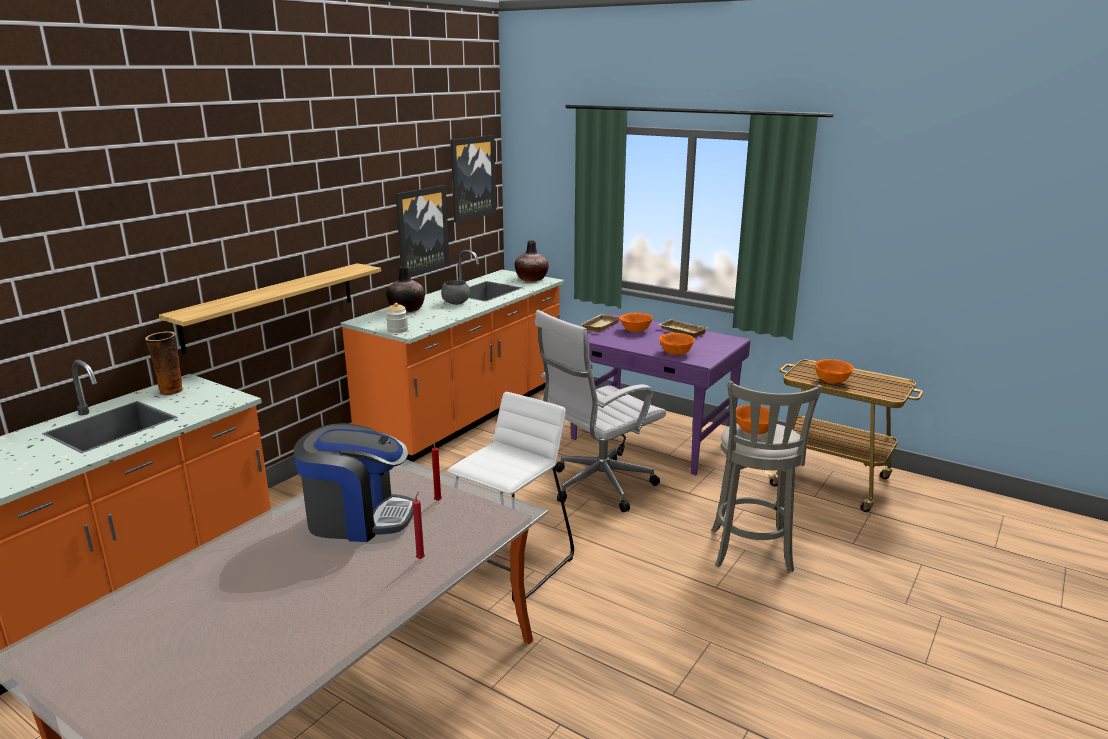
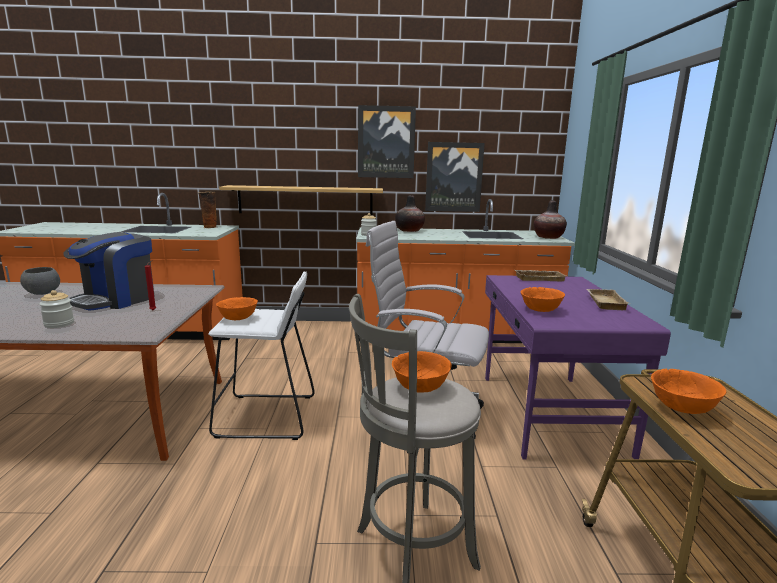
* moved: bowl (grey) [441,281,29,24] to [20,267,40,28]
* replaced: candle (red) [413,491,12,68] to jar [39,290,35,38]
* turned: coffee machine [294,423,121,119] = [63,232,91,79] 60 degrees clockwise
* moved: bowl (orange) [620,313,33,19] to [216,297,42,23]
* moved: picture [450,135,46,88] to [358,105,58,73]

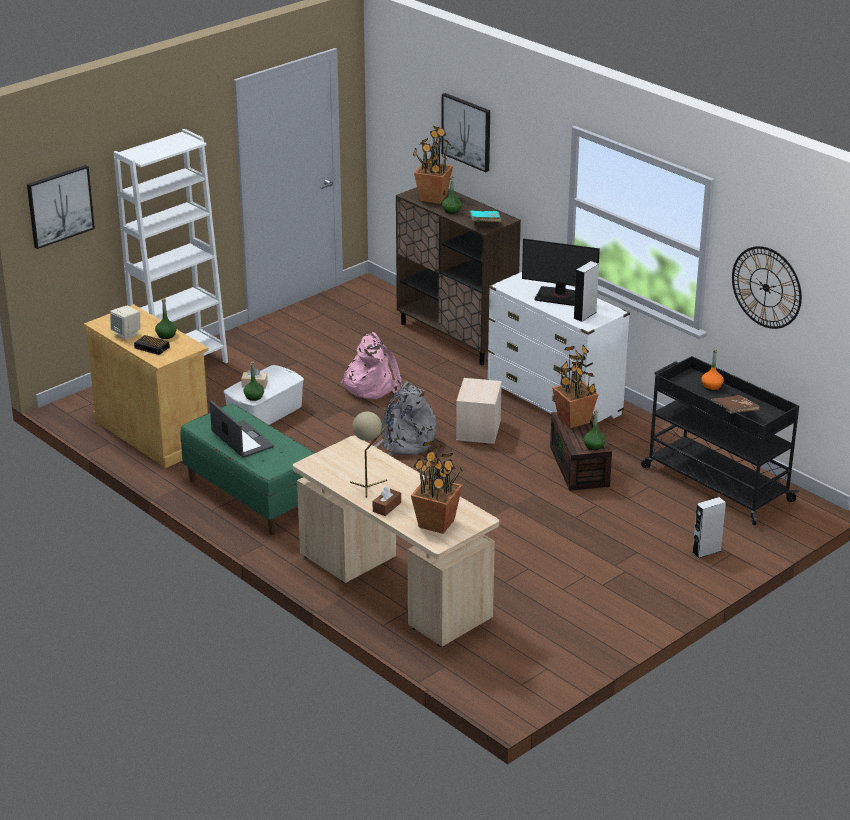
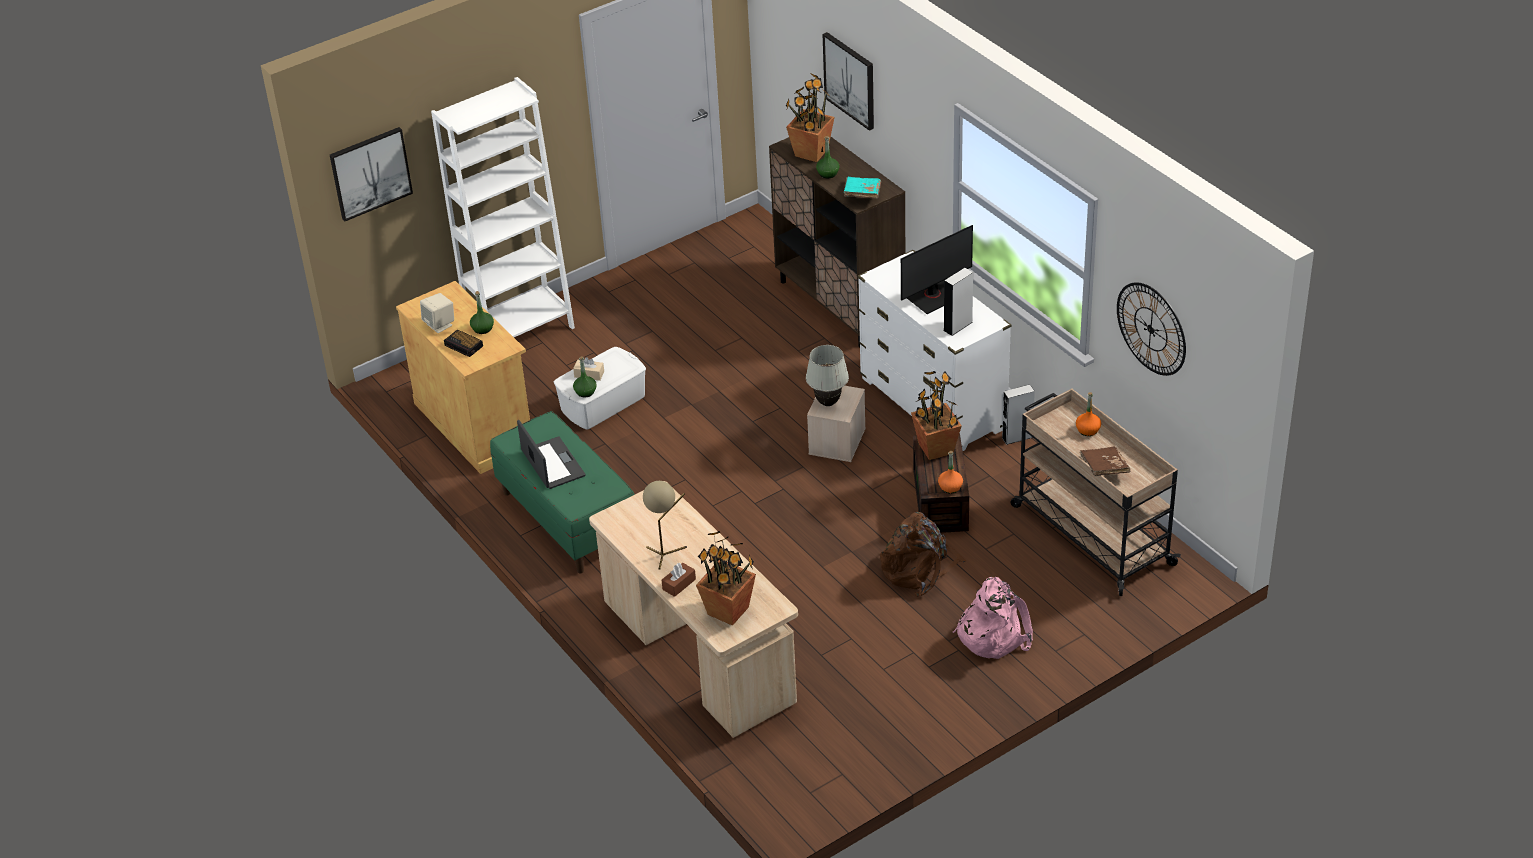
* added: table lamp (white) [806,345,43,61]
* added: backpack (brown) [880,512,87,85]
* turned: monitor [522,238,78,68] = [901,225,72,89] 60 degrees counterclockwise
* recoloured: bottle (green) [584,410,22,40] to bottle (orange) [938,451,25,43]
* moved: backpack (pink) [340,332,62,67] to [953,577,80,82]
* moved: speaker (grey) [692,497,34,61] to [1002,385,33,60]
* recoloured: cart (black) [641,356,158,169] to cart (beige) [1010,389,171,207]
* removed: backpack (grey) [374,381,63,74]

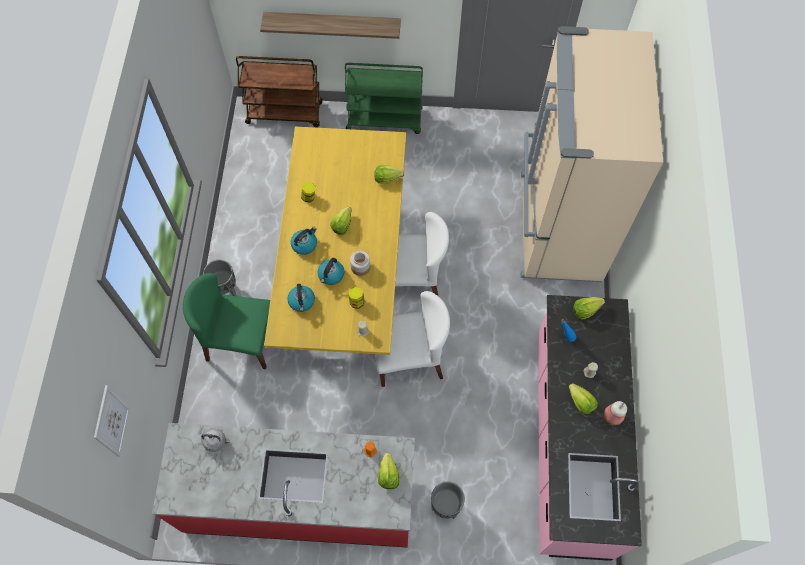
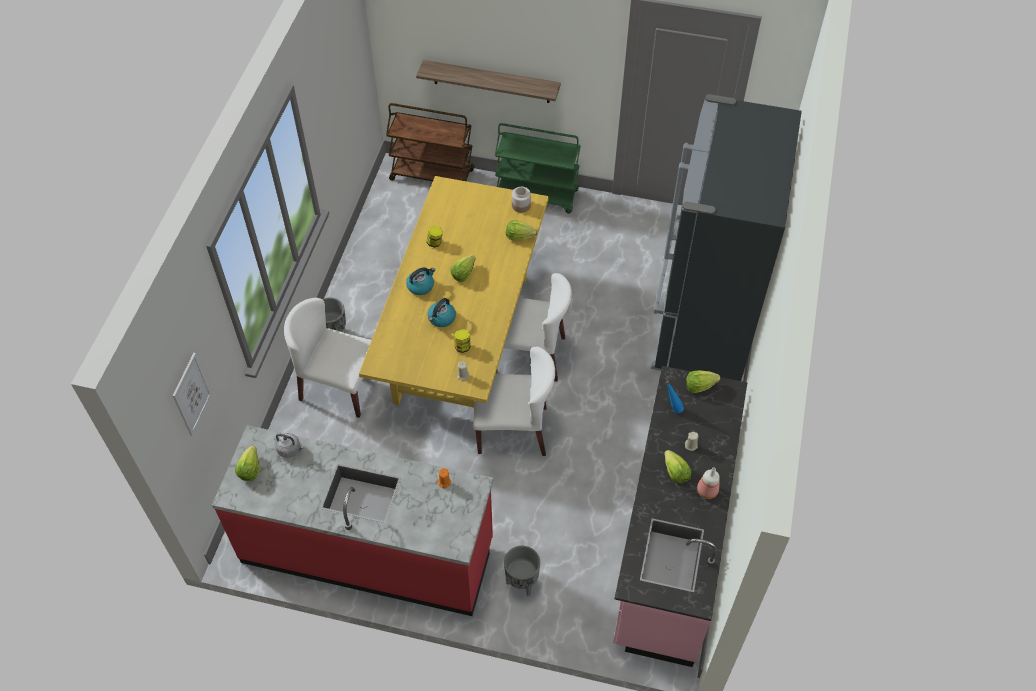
* moved: lettuce [378,453,22,36] to [235,446,24,35]
* recoloured: chair (green) [183,273,87,96] to chair (white) [284,298,88,120]
* moved: jar [350,251,20,25] to [512,187,19,26]
* recoloured: fridge (beige) [521,26,142,256] to fridge (black) [651,94,151,287]
* removed: kettle [288,284,27,28]

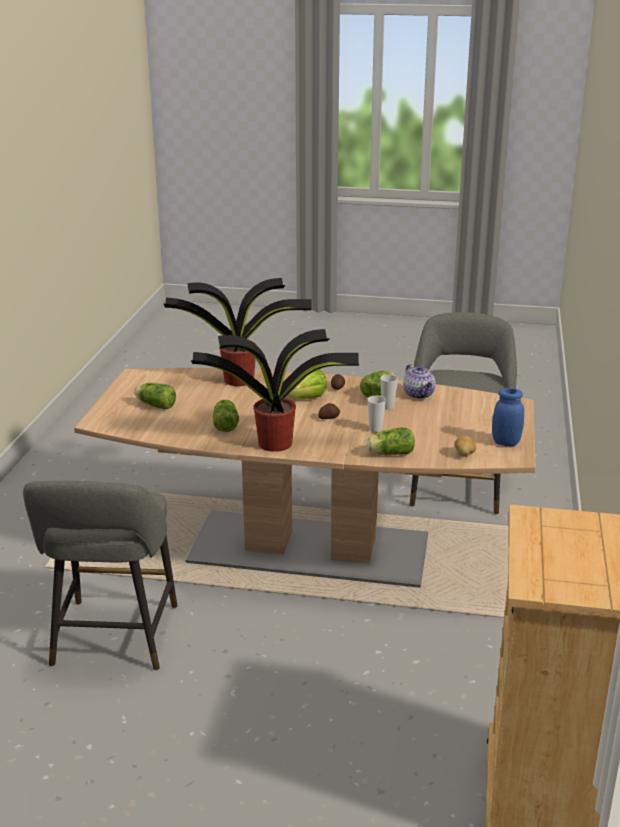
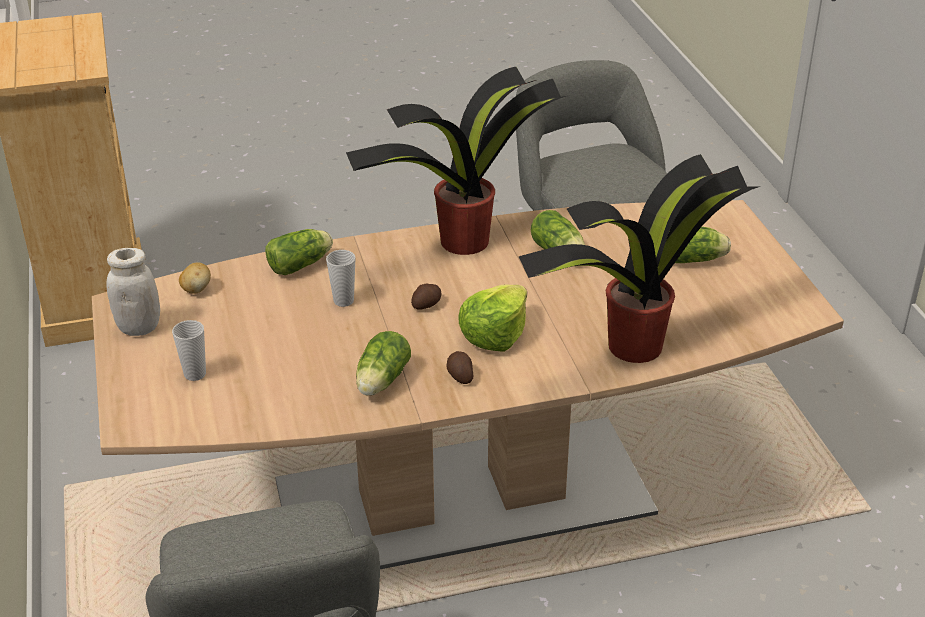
* recoloured: jar (blue) [492,388,32,58] to jar (white) [106,248,54,88]
* moved: cup [380,374,18,36] to [172,320,34,61]
* removed: teapot [403,364,32,35]

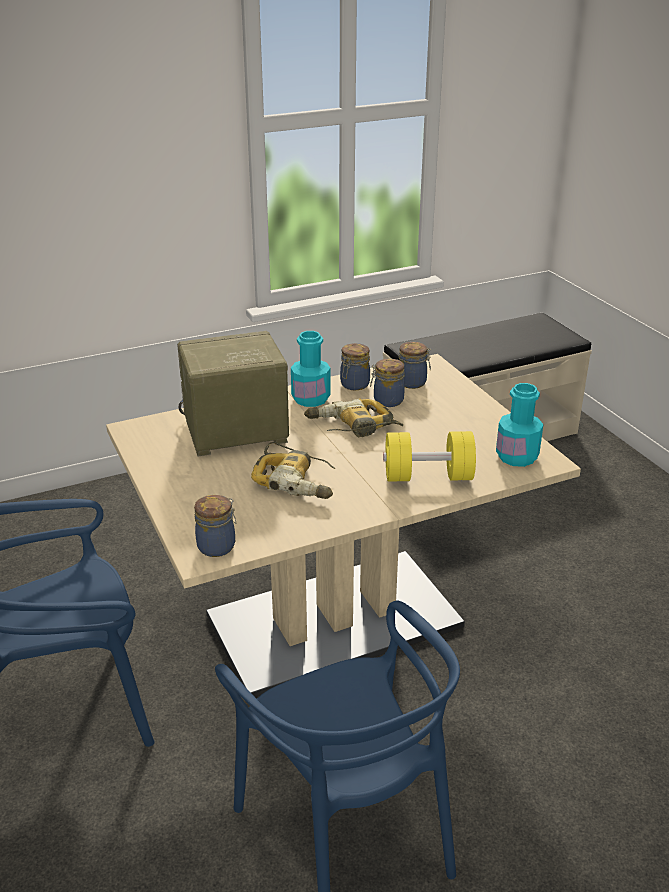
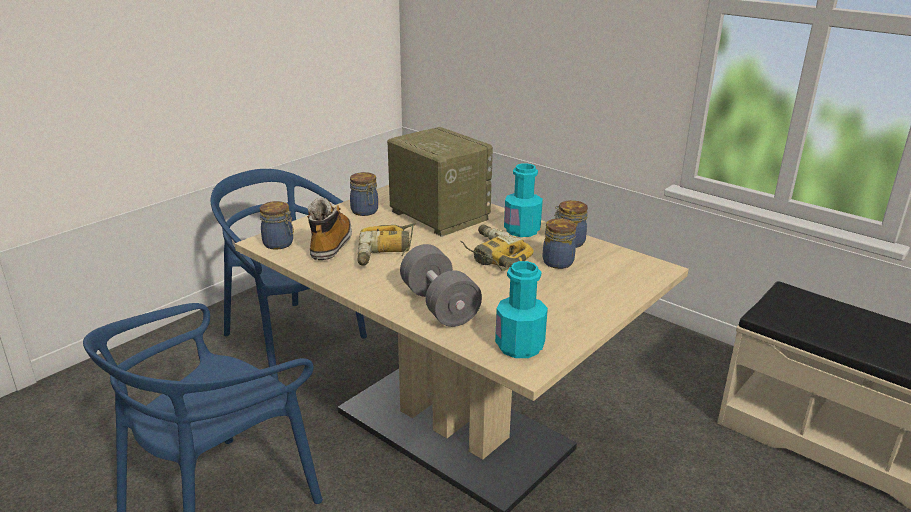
* added: boot [307,198,45,62]
* moved: jar [399,342,32,47] to [350,172,28,44]
* recoloured: dumbbell (yellow) [383,431,93,51] to dumbbell (grey) [400,244,82,83]

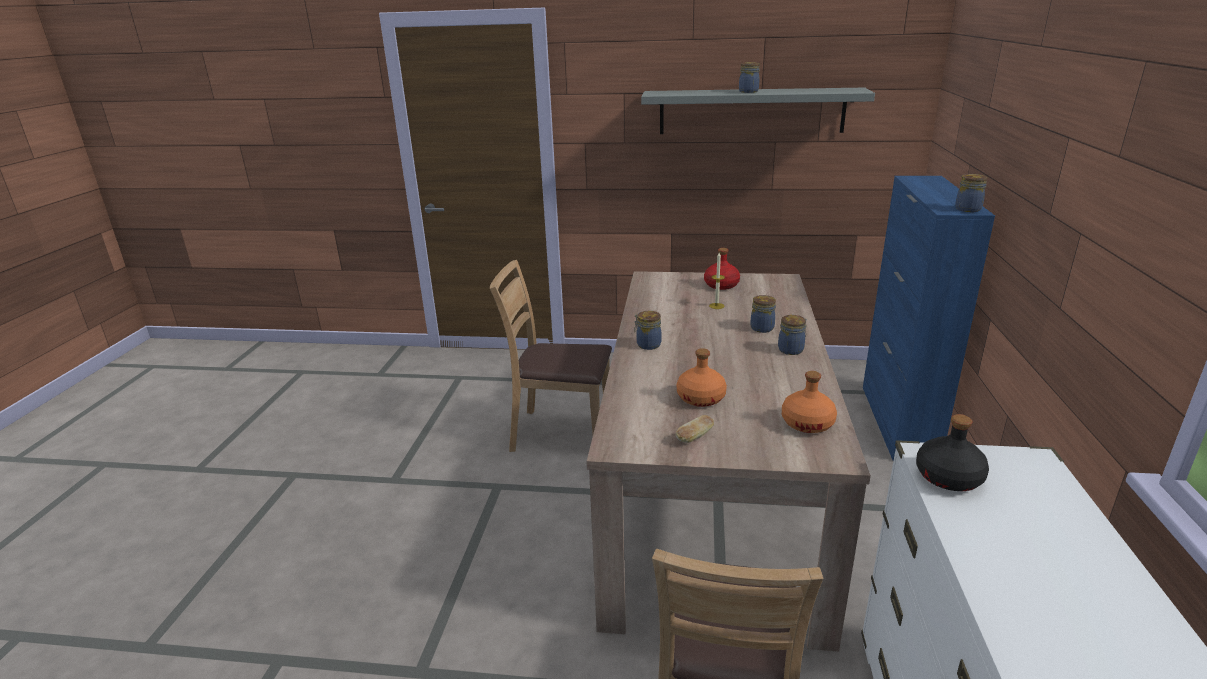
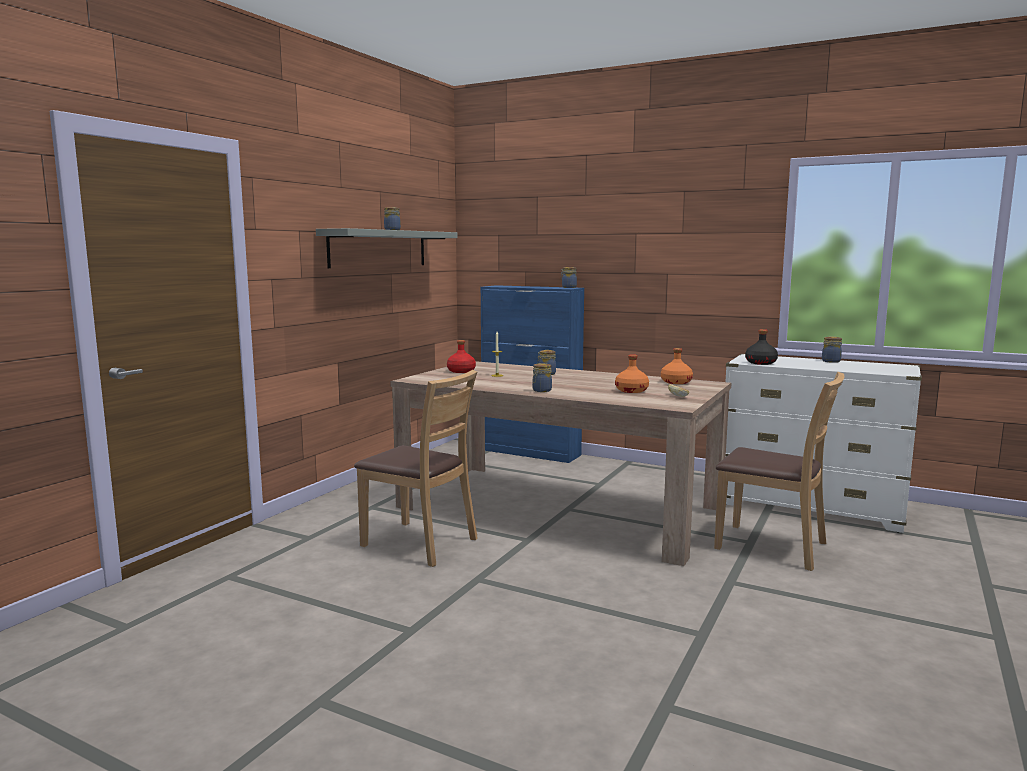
* turned: chair (brown) [490,260,122,192] = [354,370,124,197] 90 degrees counterclockwise
* moved: jar [778,315,29,40] to [822,336,20,27]

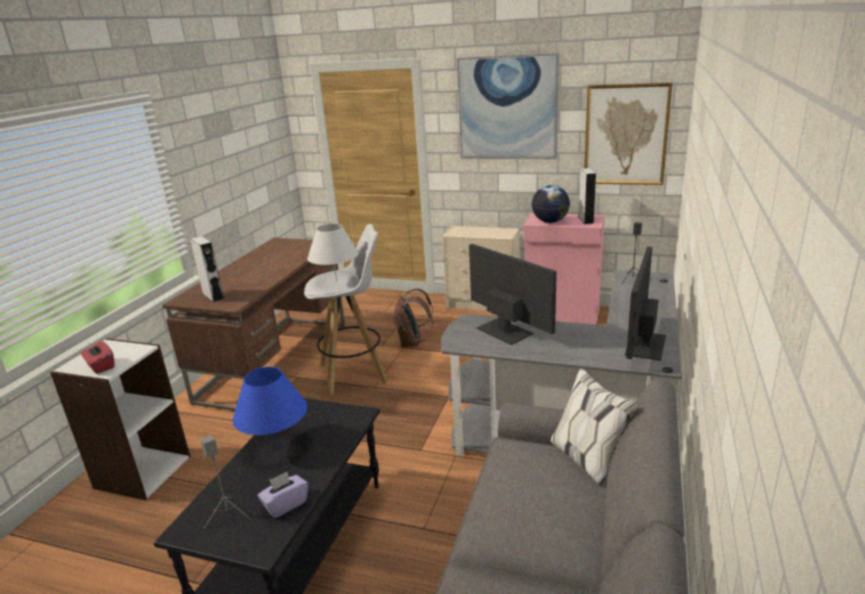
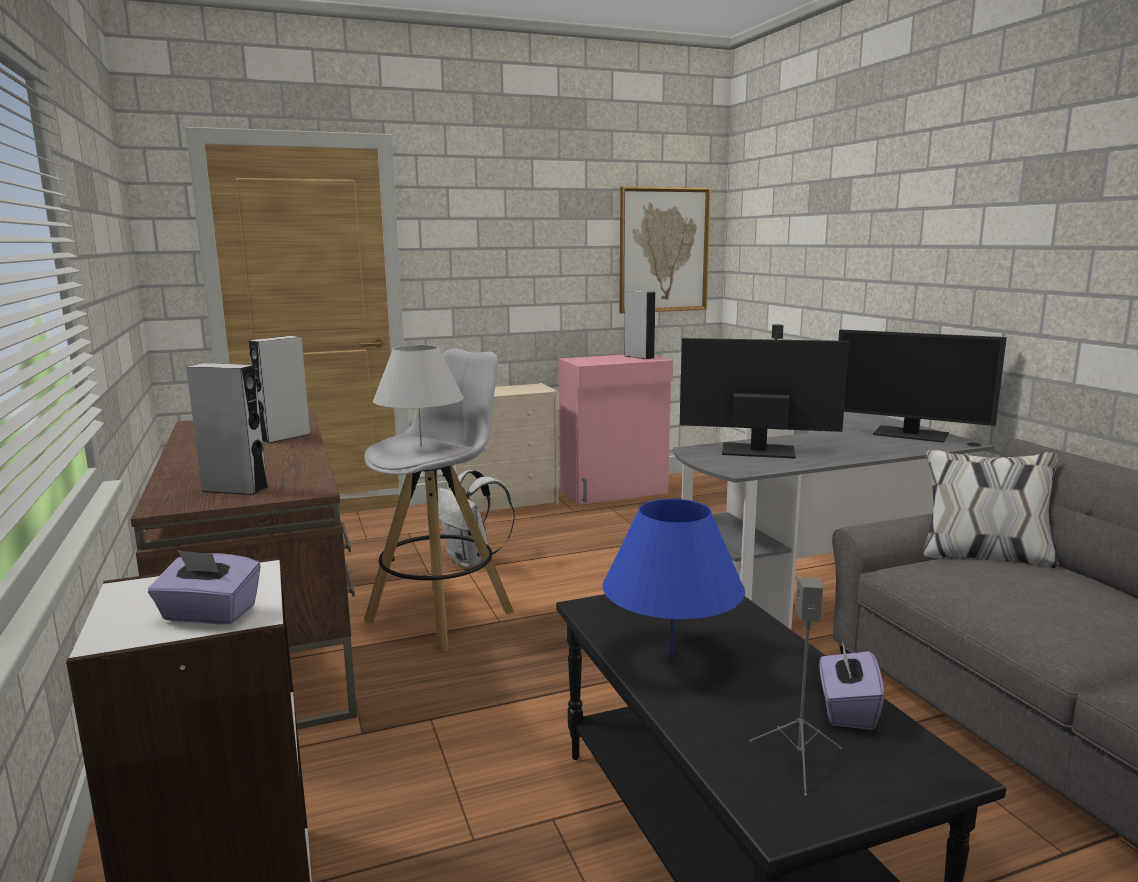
* recoloured: tissue box (red) [81,341,34,33] to tissue box (purple) [148,550,113,74]
* added: speaker (grey) [248,336,62,107]
* recoloured: backpack (brown) [393,288,40,59] to backpack (white) [438,470,77,98]
* turned: monitor [625,247,41,114] = [838,329,169,114] 45 degrees counterclockwise
* removed: picture [457,53,102,106]
* removed: globe [532,185,38,38]

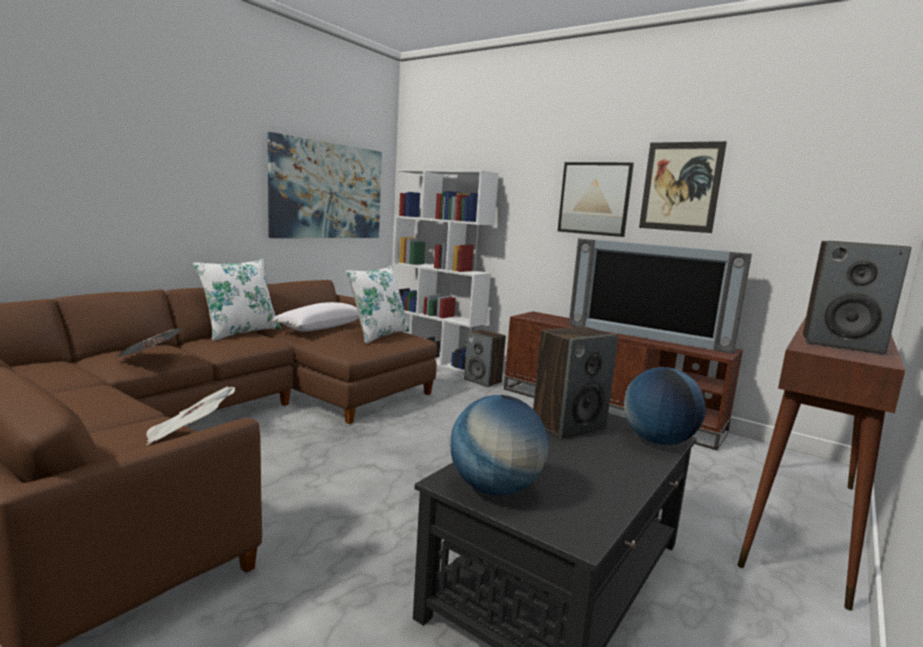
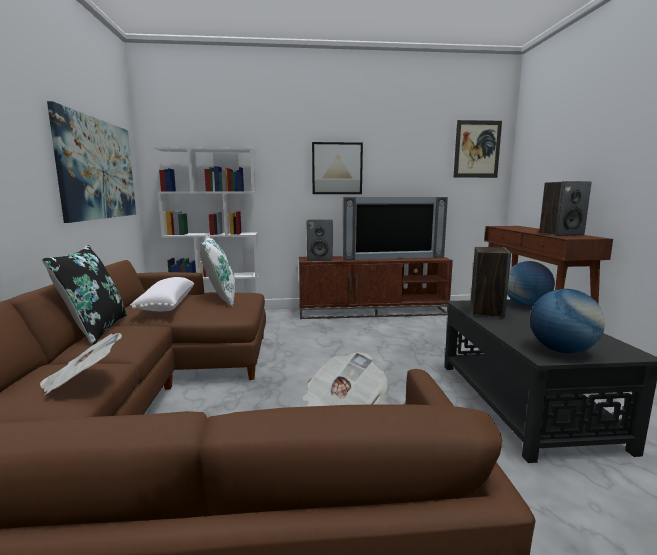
* recoloured: pillow (white) [193,259,88,82] to pillow (black) [42,245,85,100]
* moved: speaker [464,329,42,58] to [307,219,26,42]
* moved: picture [639,141,88,92] to [453,120,49,58]

